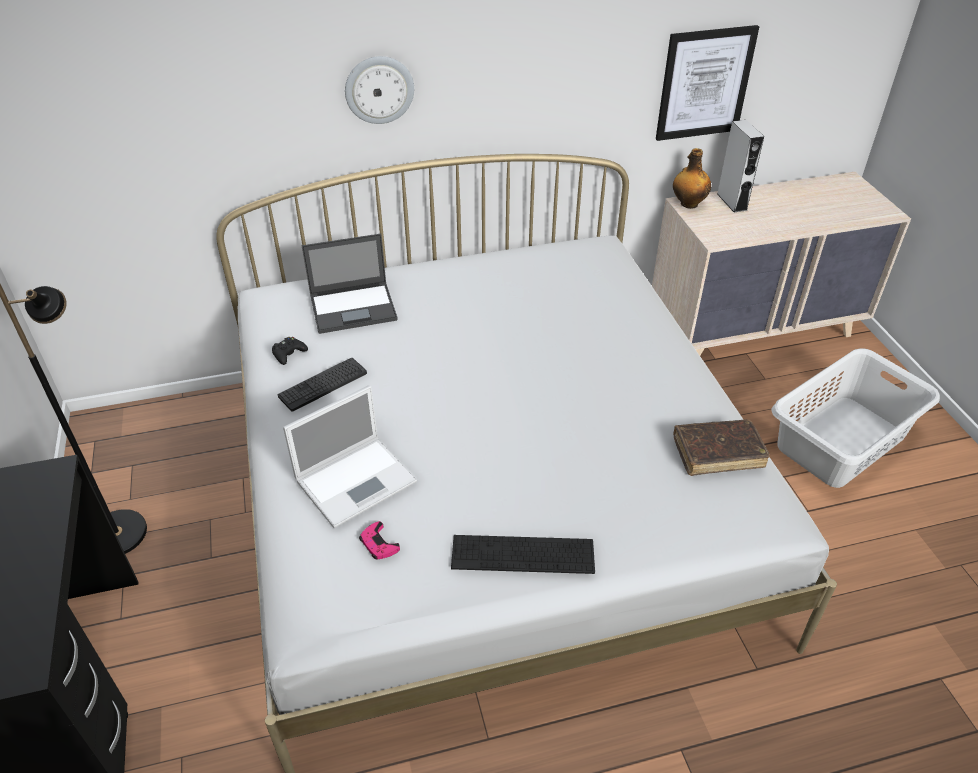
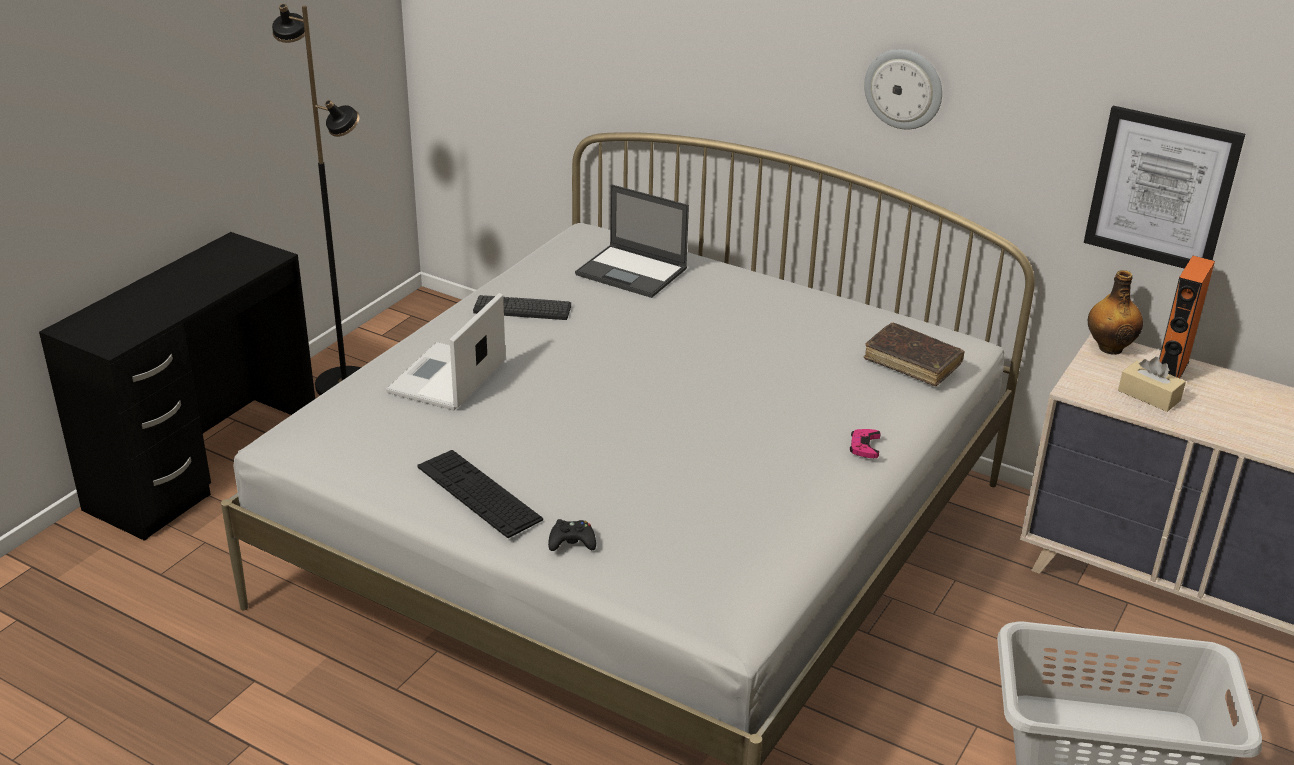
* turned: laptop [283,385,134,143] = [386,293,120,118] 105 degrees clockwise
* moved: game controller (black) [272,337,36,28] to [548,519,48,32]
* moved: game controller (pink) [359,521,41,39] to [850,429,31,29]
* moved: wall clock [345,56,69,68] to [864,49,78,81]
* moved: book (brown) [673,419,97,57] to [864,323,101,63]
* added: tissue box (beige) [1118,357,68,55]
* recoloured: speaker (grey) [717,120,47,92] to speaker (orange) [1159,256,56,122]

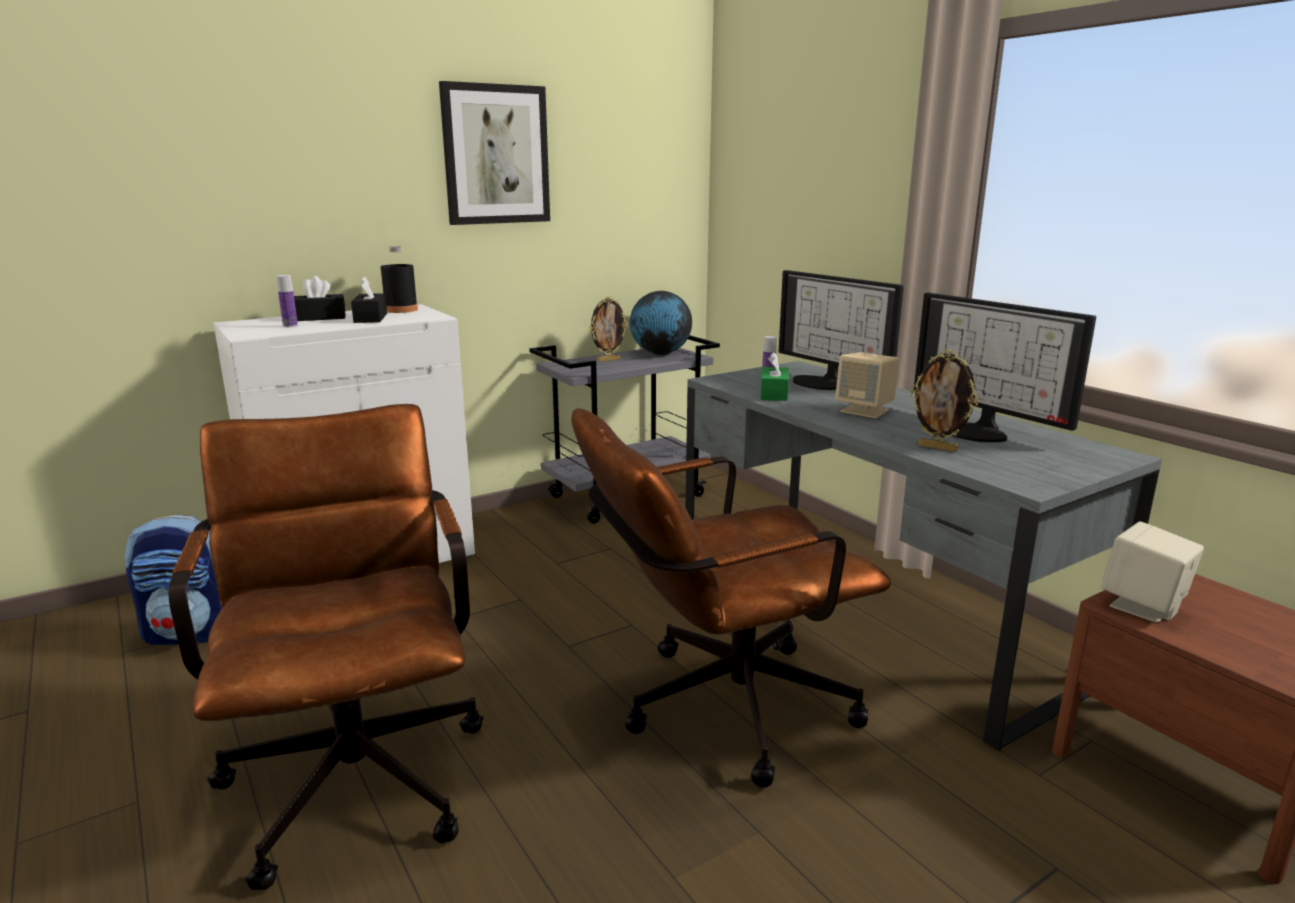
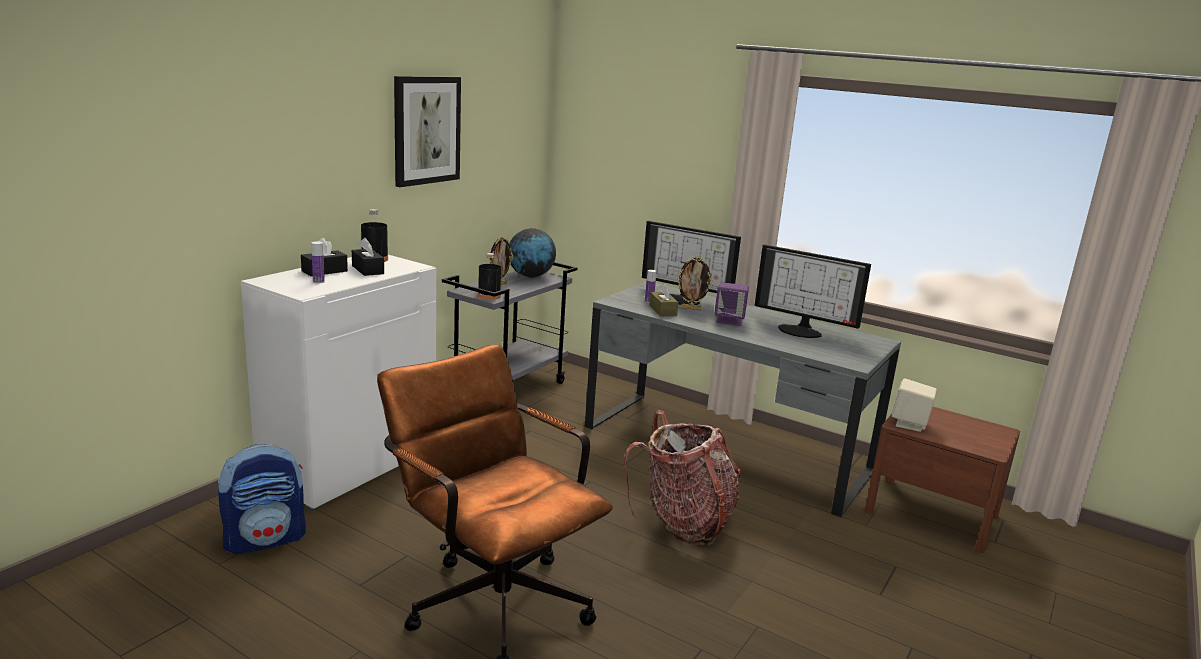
* added: bottle (black) [478,253,23,47]
* replaced: office chair (brown) [572,408,319,380] to backpack [624,410,117,135]
* recoloured: tissue box (green) [760,352,29,49] to tissue box (brown) [649,283,29,33]
* moved: picture frame [910,350,69,102] to [676,256,37,54]
* recoloured: speaker (beige) [835,352,65,66] to speaker (purple) [714,282,35,44]

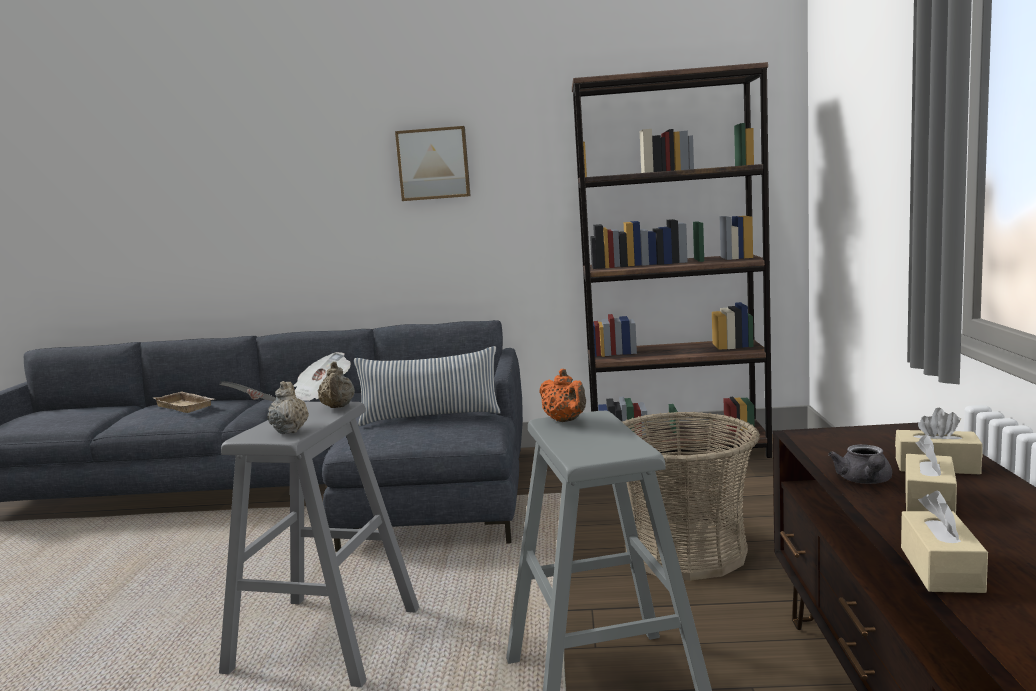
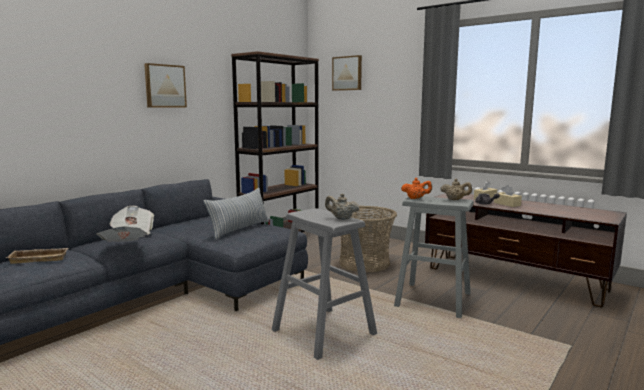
* added: picture [332,55,30,36]
* moved: teapot (beige) [318,362,37,46] to [440,179,32,21]
* removed: tissue box (beige) [901,490,87,103]

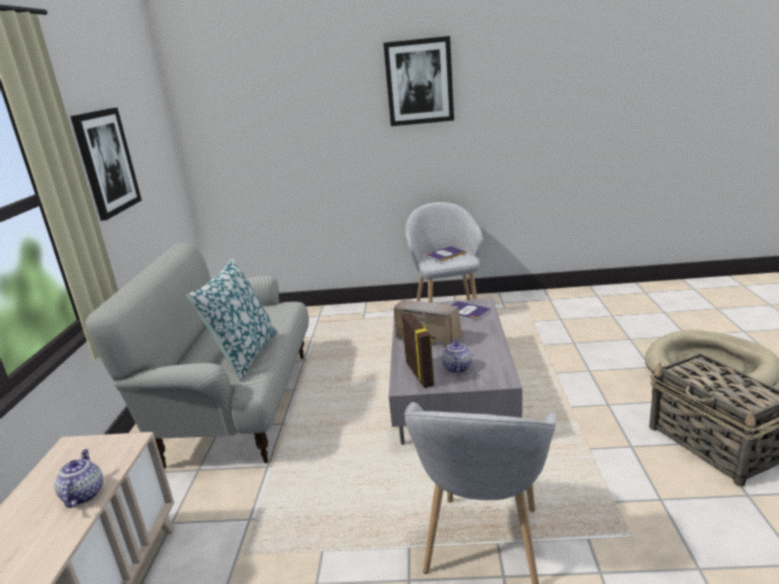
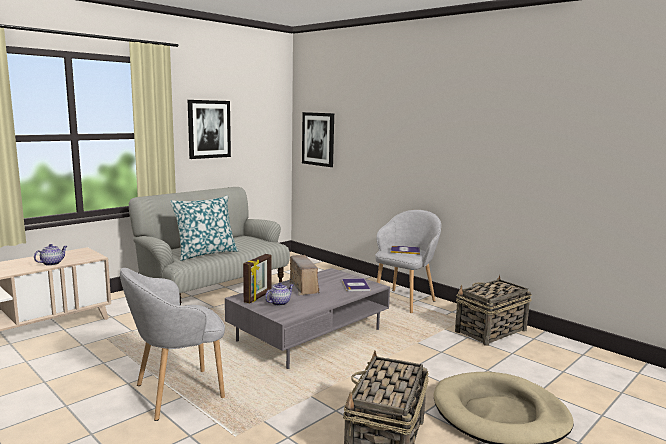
* moved: picture [383,36,71,90] to [302,112,32,55]
* added: basket [455,275,77,71]

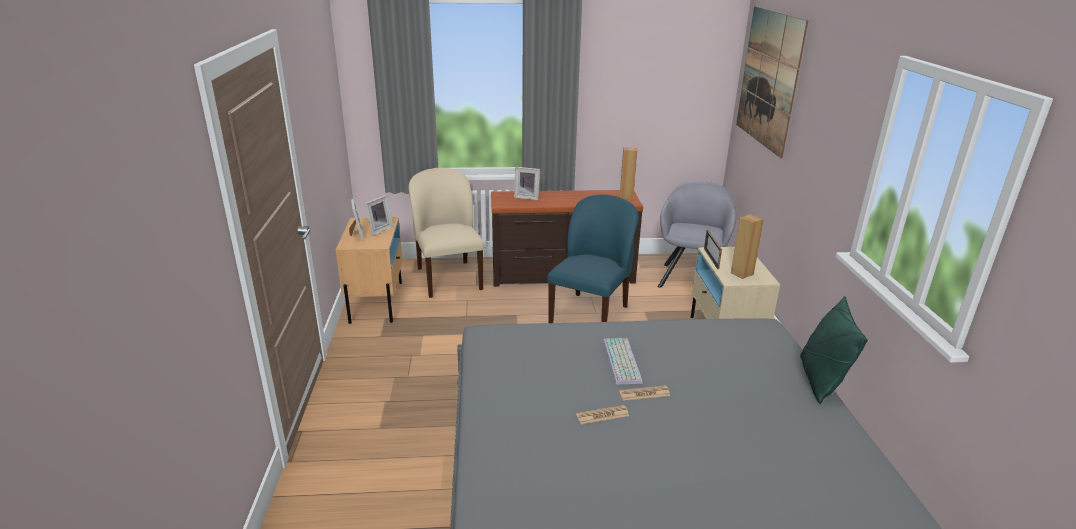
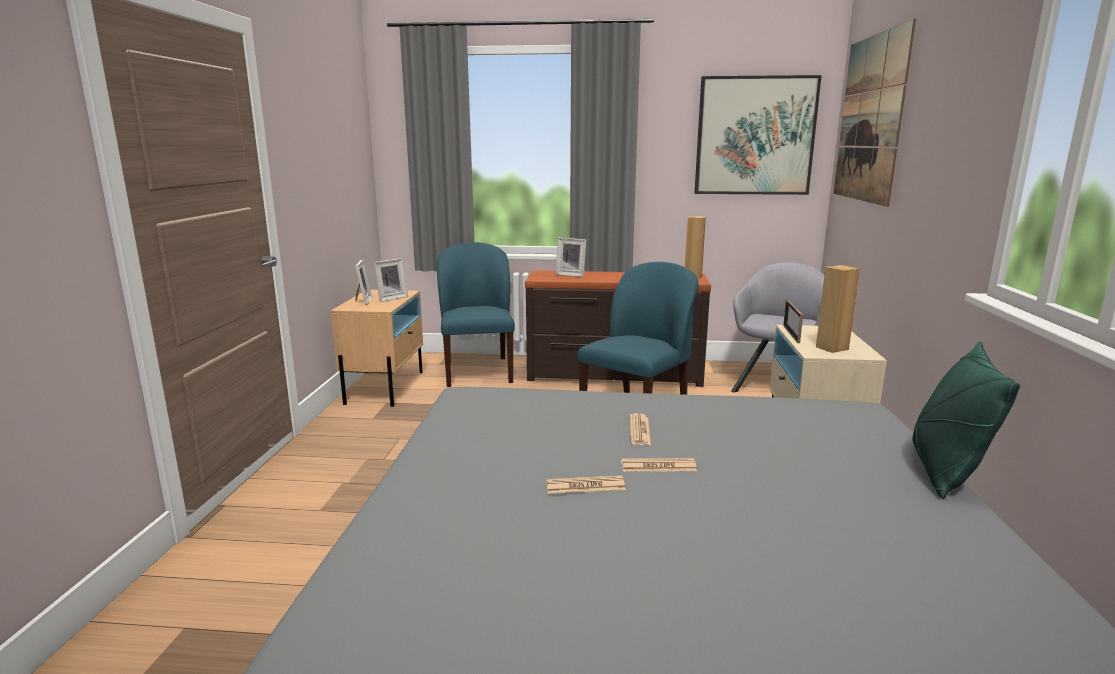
* recoloured: chair (beige) [409,168,75,130] to chair (blue) [437,242,78,145]
* replaced: keyboard [603,338,40,47] to newspaper [630,413,21,32]
* added: picture [695,75,127,120]

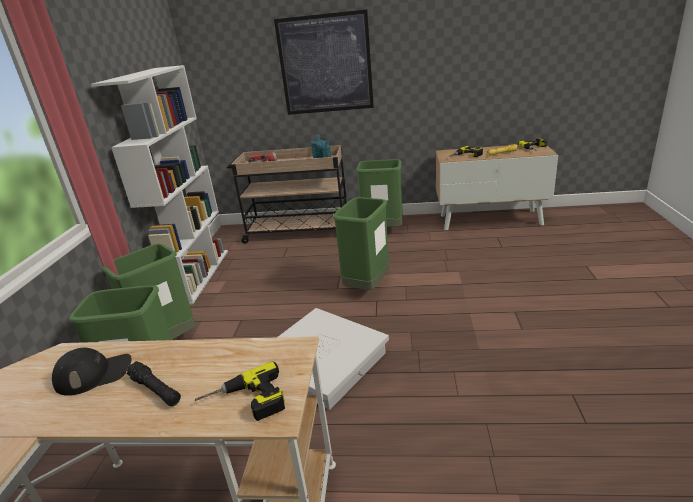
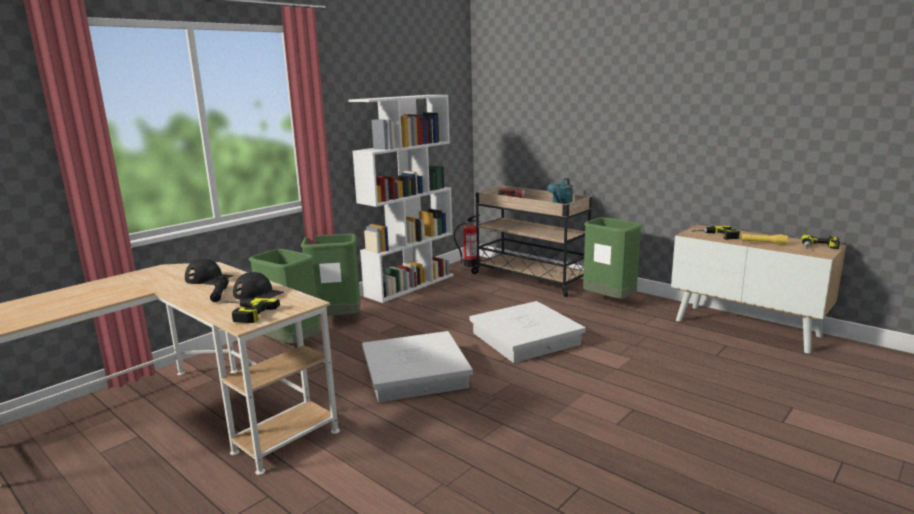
* added: cap (black) [233,272,51,28]
* added: fire extinguisher [453,215,28,52]
* replaced: trash can (green) [333,197,56,93] to storage box (white) [470,301,116,62]
* removed: picture [274,9,100,106]

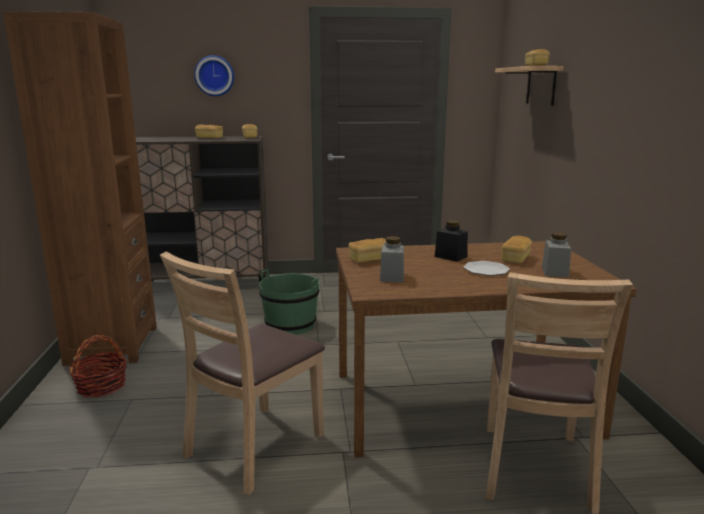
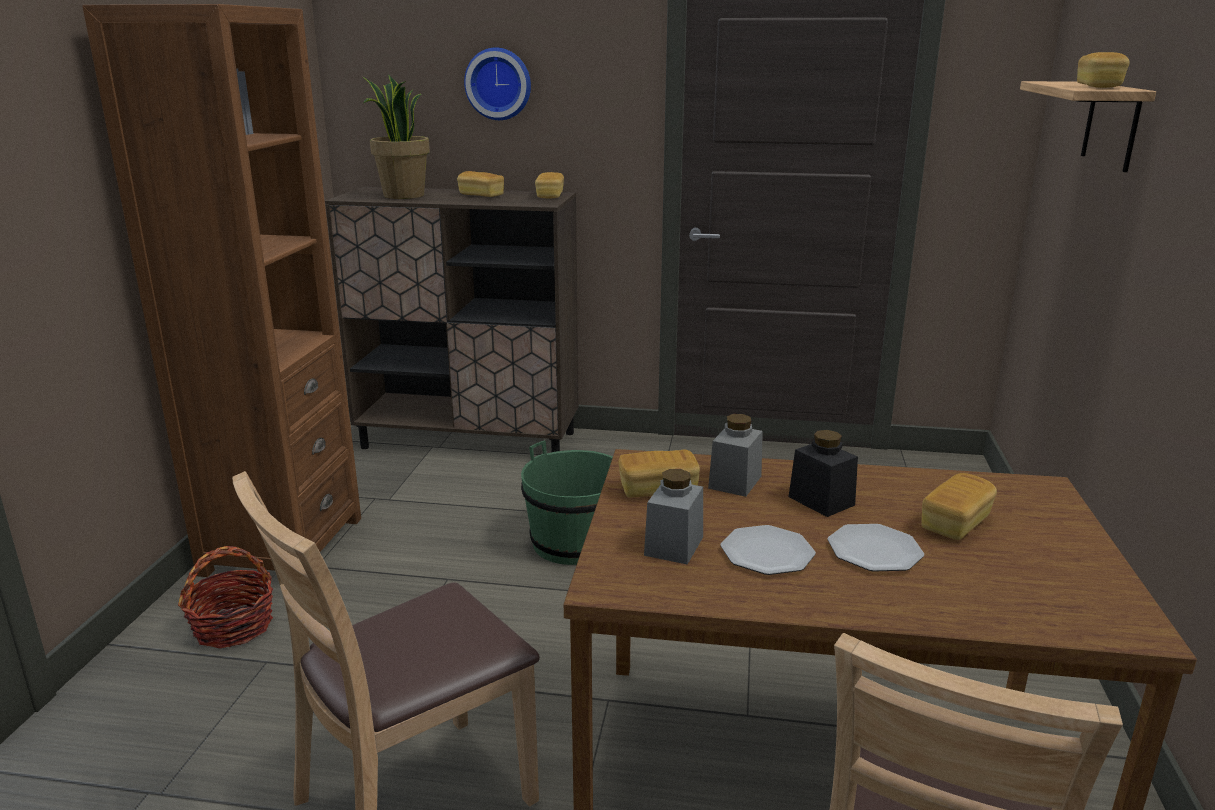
* added: potted plant [363,74,67,125]
* moved: jar (grey) [542,232,29,45] to [708,414,55,83]
* added: plate [721,525,95,50]

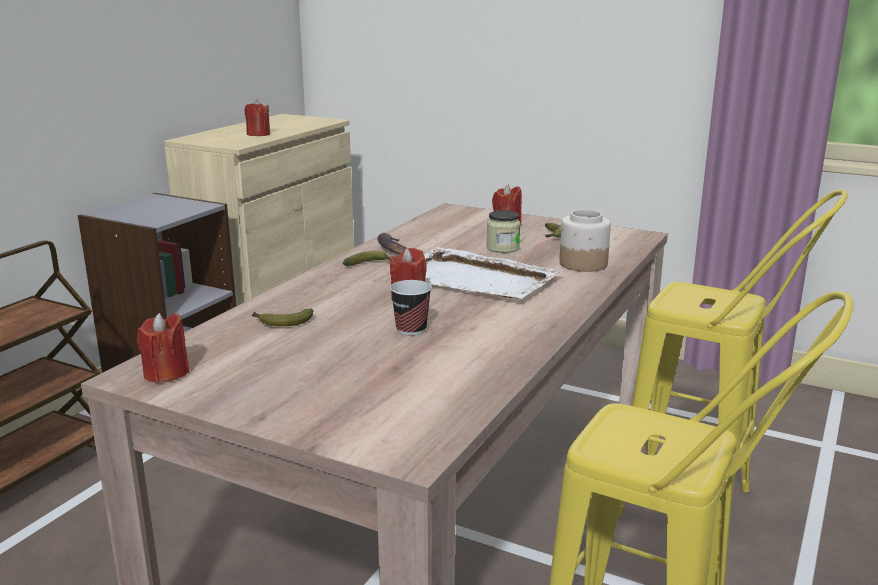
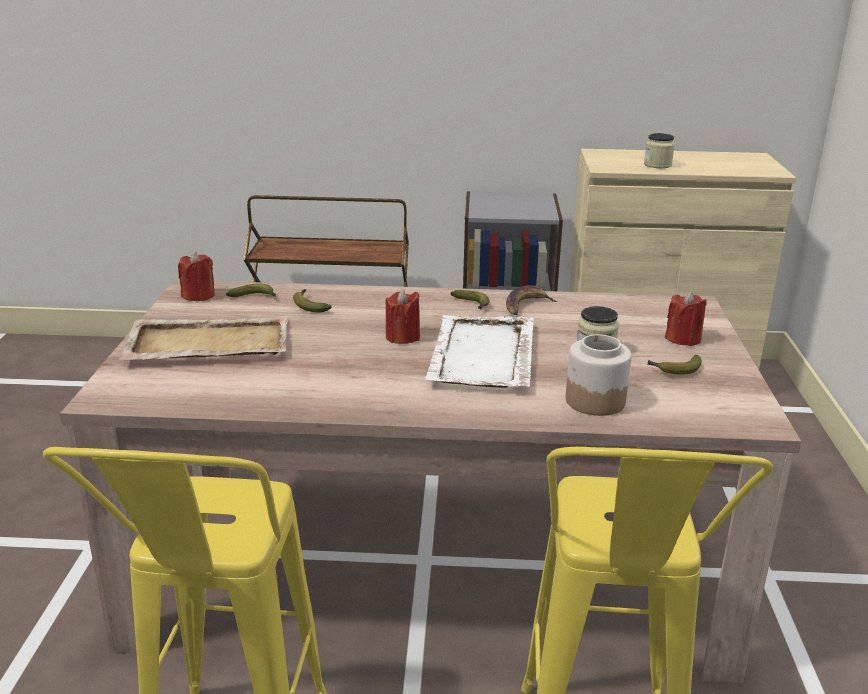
* added: tray (beige) [119,315,169,45]
* added: banana [226,284,50,13]
* replaced: candle (red) [244,100,26,36] to jar [644,133,31,35]
* removed: cup [390,280,42,55]

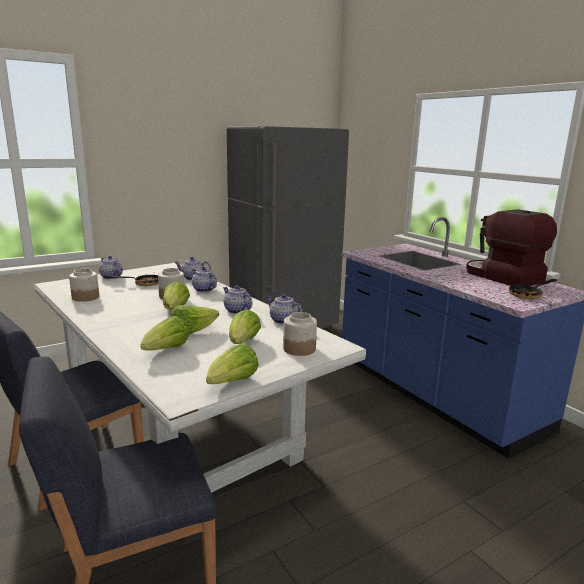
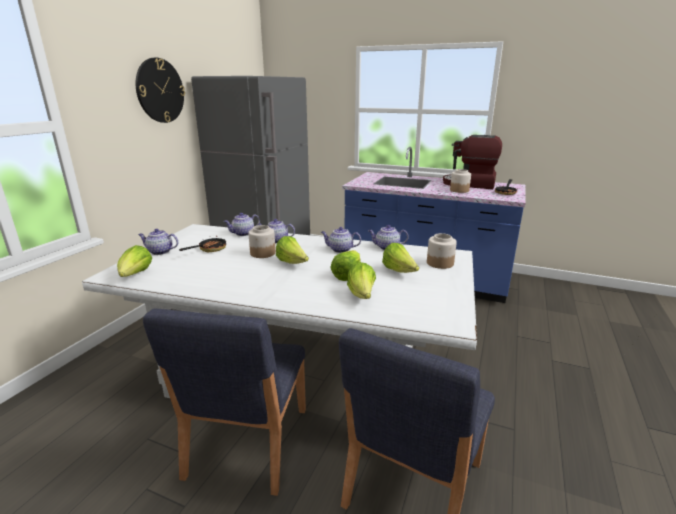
* moved: lettuce [206,343,53,41] to [117,245,35,32]
* added: wall clock [135,58,50,65]
* moved: jar [69,269,30,33] to [450,169,21,24]

